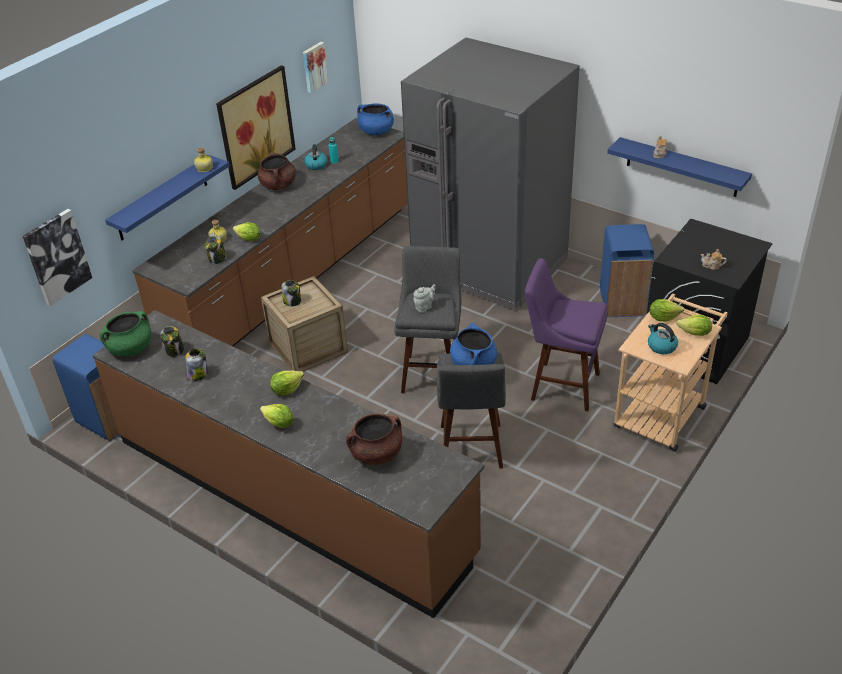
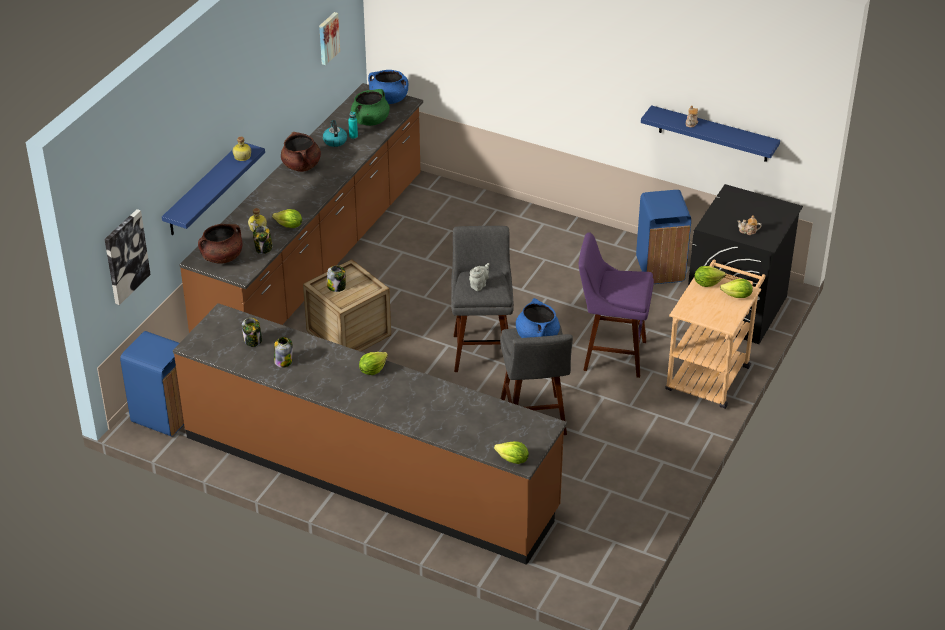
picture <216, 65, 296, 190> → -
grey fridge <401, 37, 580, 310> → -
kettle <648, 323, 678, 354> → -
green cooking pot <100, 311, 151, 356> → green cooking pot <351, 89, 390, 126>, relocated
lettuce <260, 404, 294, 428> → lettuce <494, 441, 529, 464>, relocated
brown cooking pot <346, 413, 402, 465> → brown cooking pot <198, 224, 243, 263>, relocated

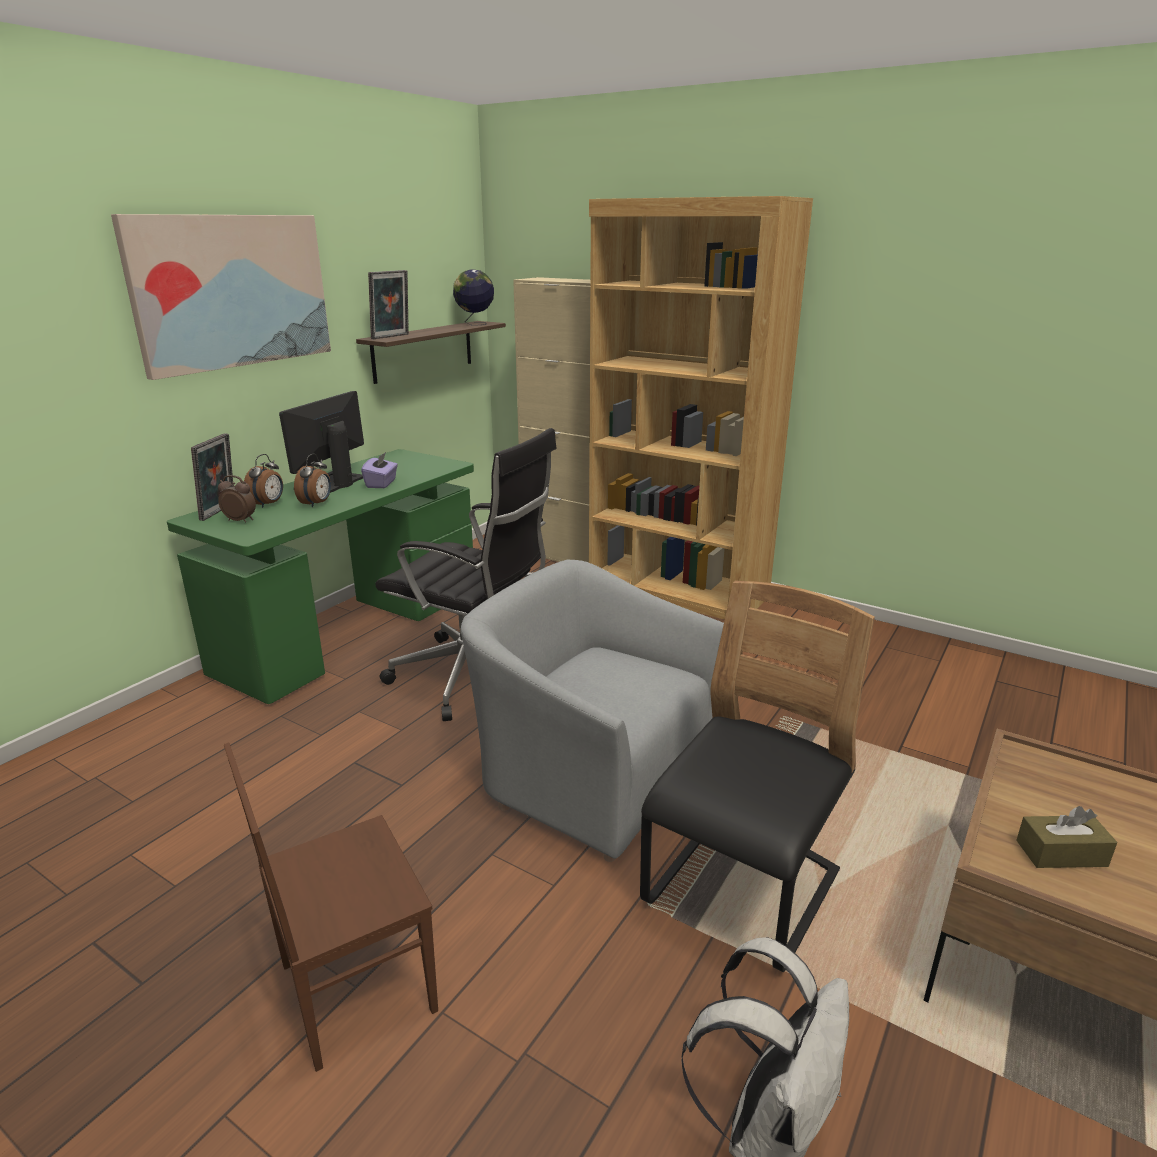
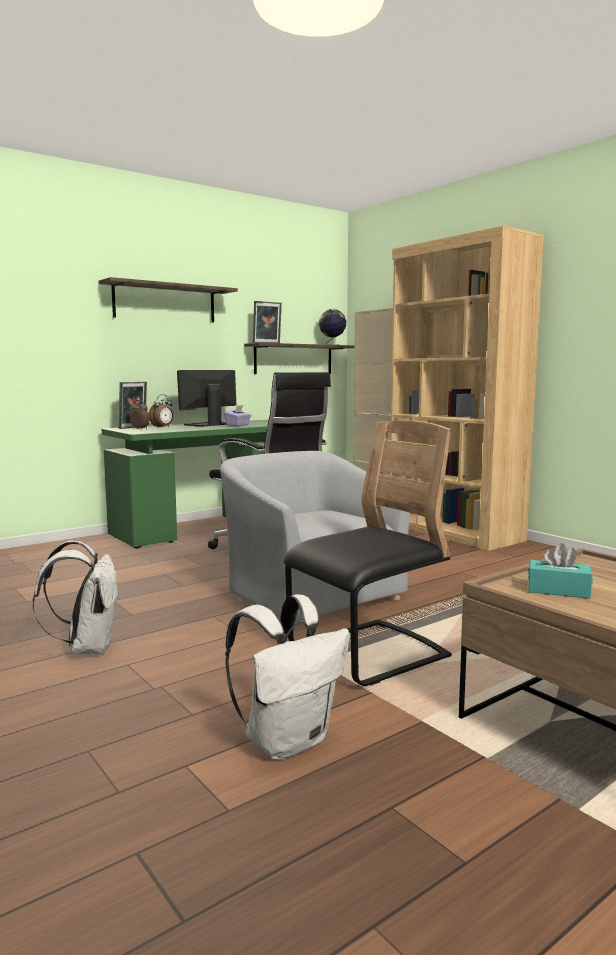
alarm clock <294, 454, 331, 507> → -
picture <111, 214, 331, 380> → shelf <98, 277, 238, 322>
brown chair <224, 743, 438, 1072> → white backpack <32, 541, 120, 654>
brown tissue box <1016, 806, 1117, 868> → turquoise tissue box <528, 543, 593, 598>

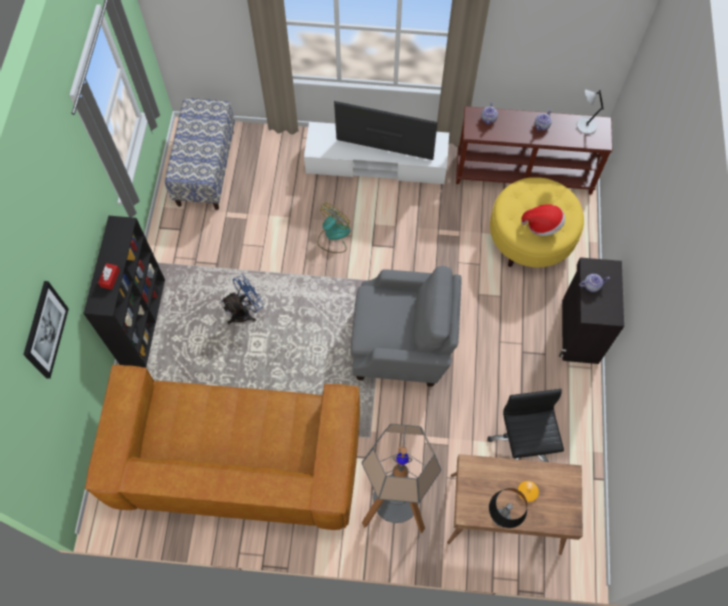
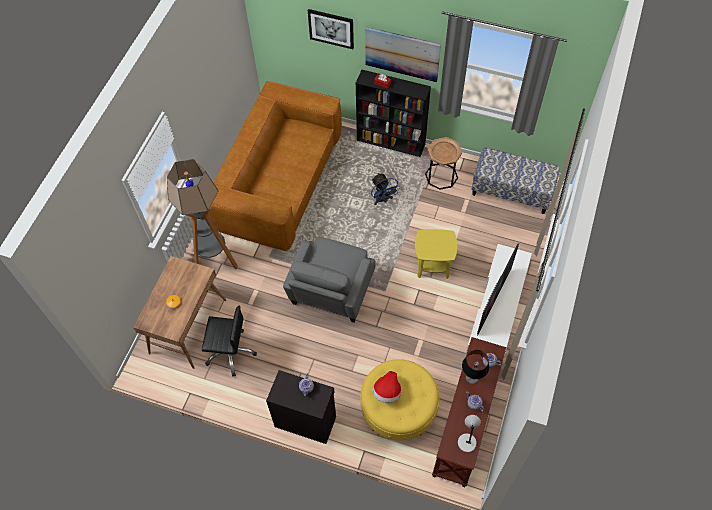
- → picture <365, 27, 441, 82>
- → brown side table <425, 137, 462, 190>
table lamp <489, 488, 527, 528> → table lamp <462, 350, 489, 384>, relocated
fan <317, 203, 351, 253> → yellow side table <415, 229, 457, 279>

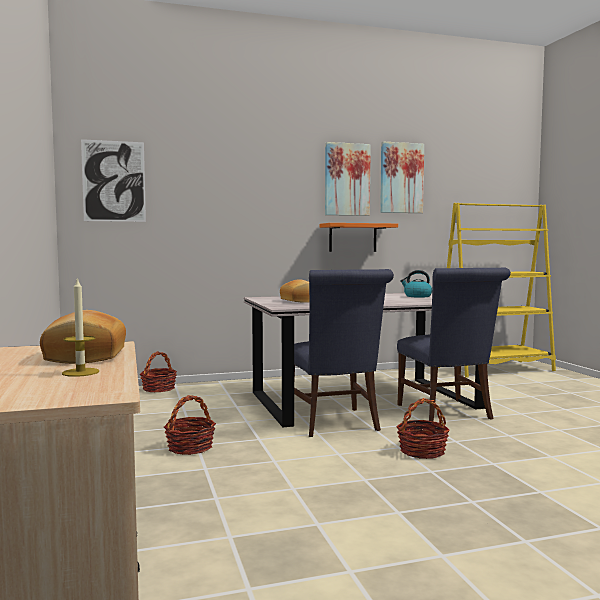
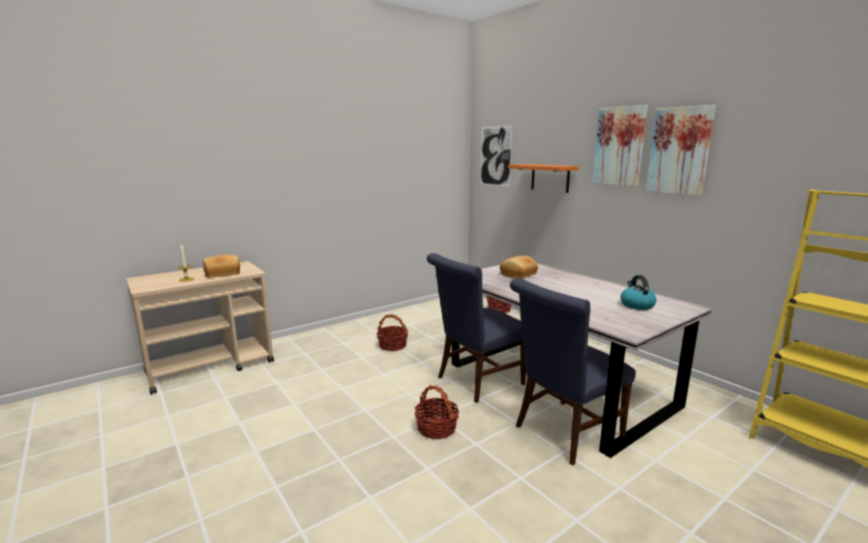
orange shelf <320, 223, 398, 252> → orange shelf <508, 164, 579, 193>, relocated
picture <380, 141, 424, 213> → picture <592, 105, 648, 187>, relocated

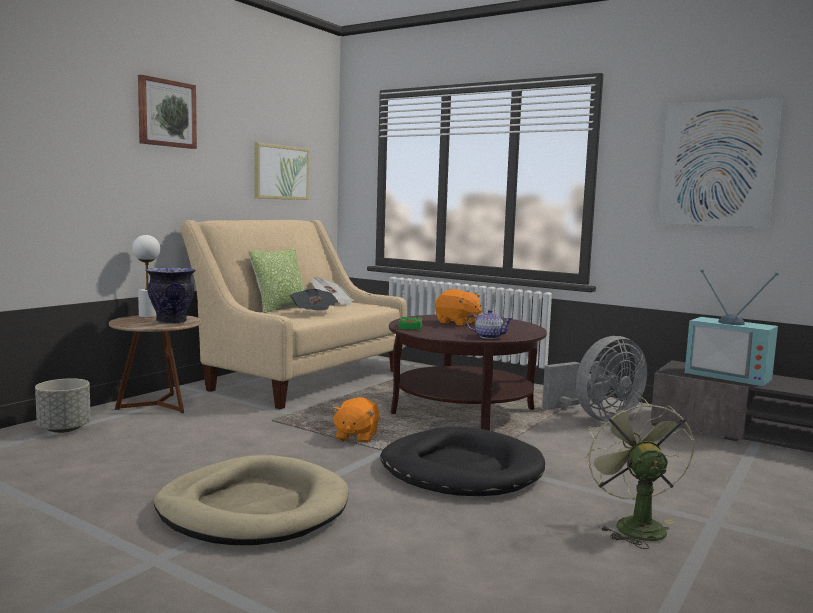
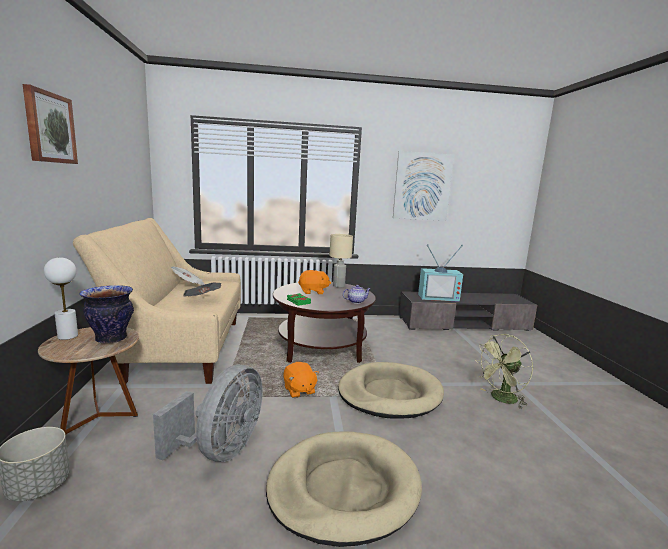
pillow <248, 248, 305, 313> → -
picture <254, 142, 309, 200> → -
- → beige table lamp <329, 234, 353, 288>
grey fan <542, 336, 647, 422> → grey fan <153, 365, 263, 462>, relocated
black dog bed <380, 427, 545, 496> → beige dog bed <338, 362, 444, 419>
green fan <585, 397, 694, 549> → green fan <476, 334, 533, 409>, 75 degrees counterclockwise

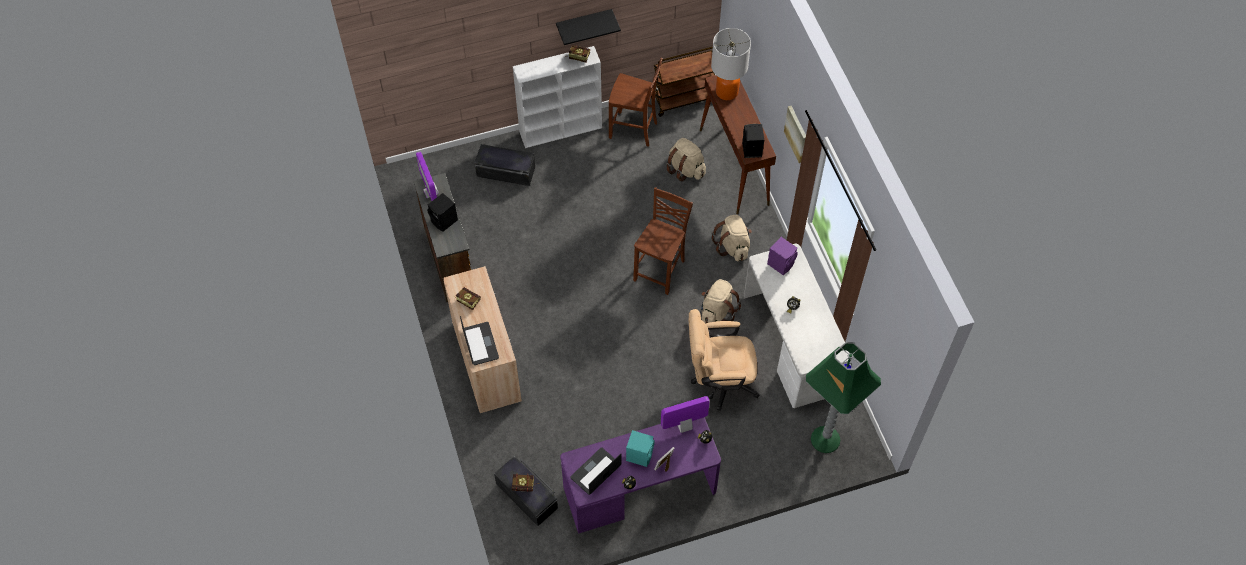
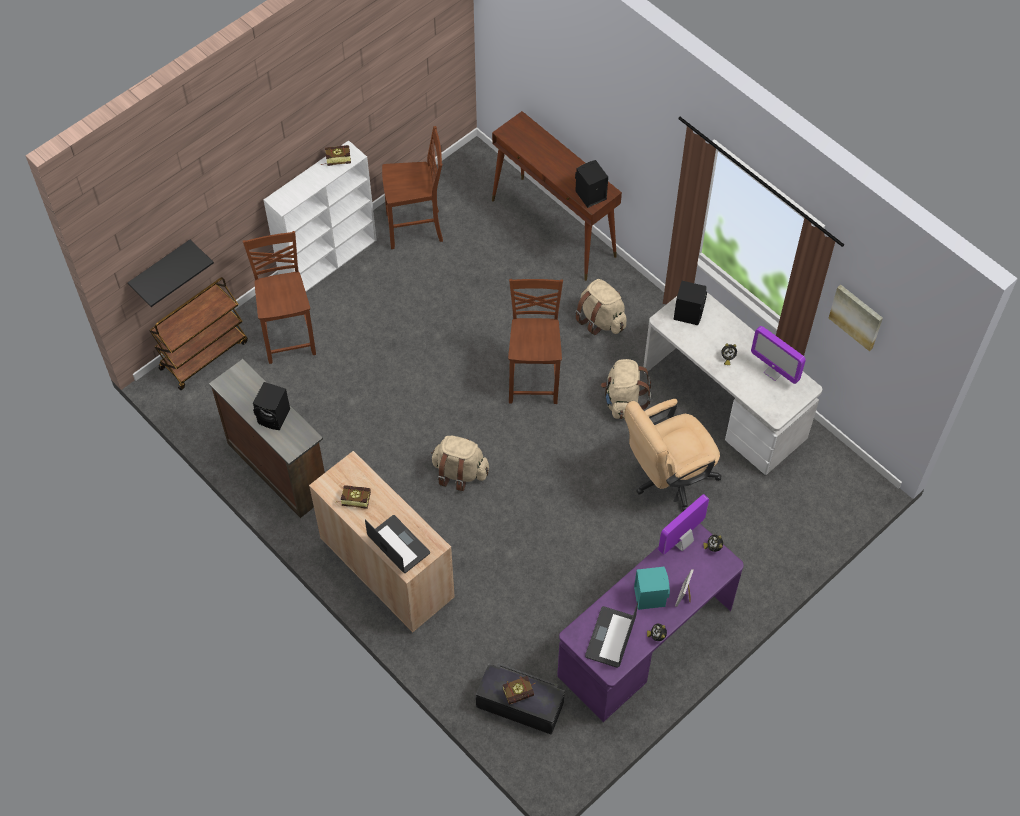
table lamp <711, 28, 751, 100> → -
green floor lamp <806, 342, 881, 453> → -
monitor <416, 151, 439, 201> → monitor <751, 326, 806, 384>, relocated
black shelf <556, 9, 621, 45> → black shelf <128, 240, 214, 307>, relocated
brown cart <651, 47, 715, 117> → brown cart <149, 277, 248, 390>, relocated
beige backpack <666, 138, 706, 182> → beige backpack <431, 436, 489, 491>, relocated
picture <784, 106, 806, 163> → picture <829, 285, 883, 351>, relocated
black storage box <475, 144, 535, 186> → brown chair <243, 231, 316, 364>
purple speaker <767, 237, 798, 275> → black speaker <673, 281, 707, 325>

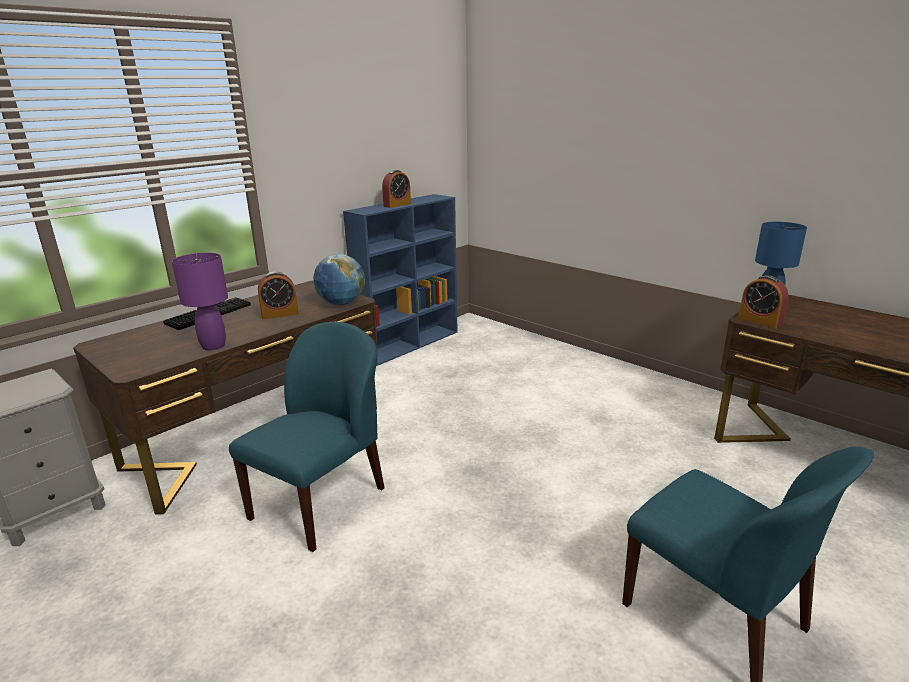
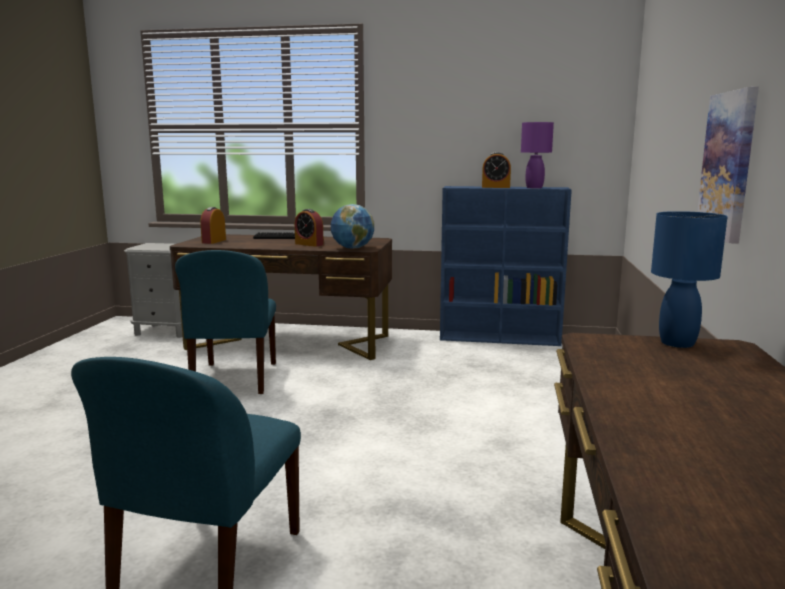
- → picture <697, 87, 759, 244>
purple table lamp <172, 253, 228, 350> → purple table lamp <521, 122, 554, 188>, relocated
alarm clock <739, 275, 789, 328> → alarm clock <200, 207, 226, 244>, relocated
blue chair <229, 322, 384, 552> → blue chair <175, 250, 276, 394>, 90 degrees clockwise

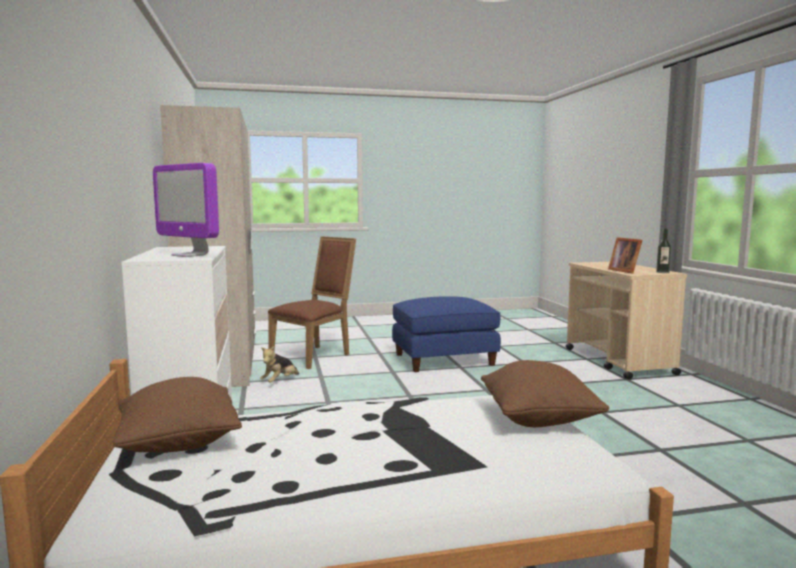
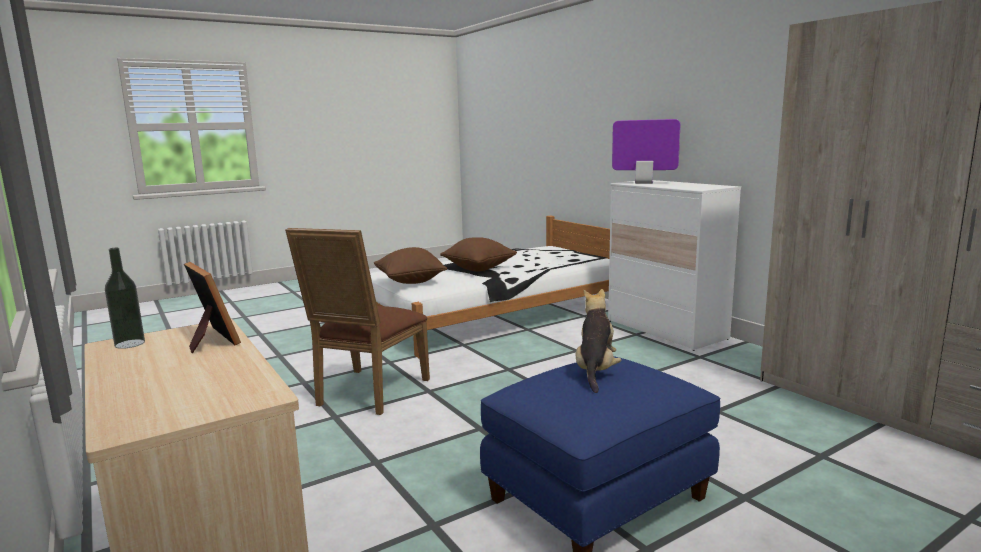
brown pillow <112, 377, 242, 453> → brown pillow <440, 237, 517, 272>, relocated
plush toy <260, 346, 299, 383> → plush toy <576, 289, 621, 393>, relocated
brown chair <268, 236, 356, 369> → brown chair <285, 228, 430, 415>, relocated

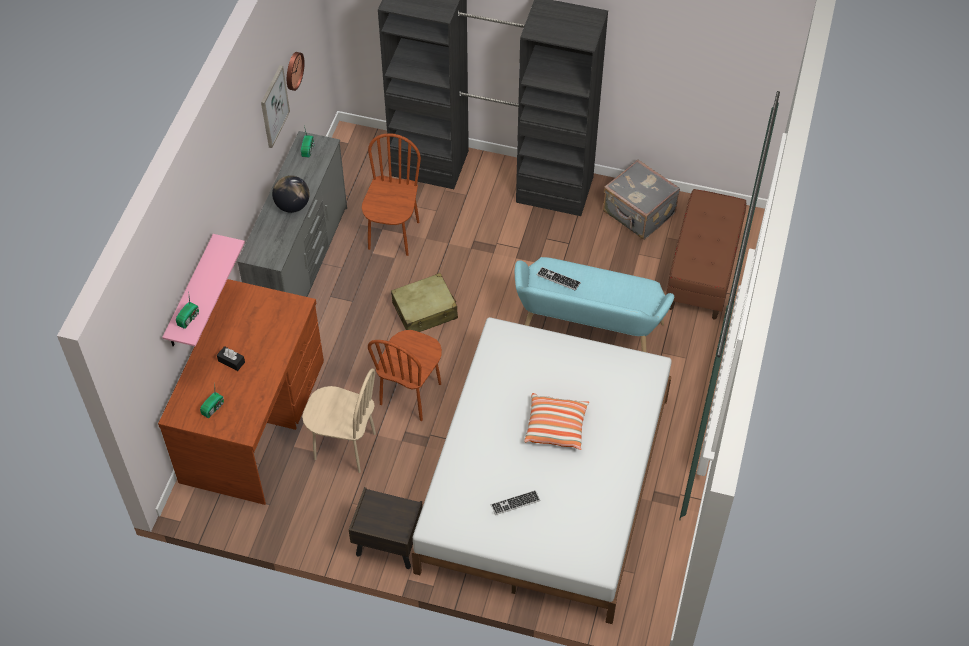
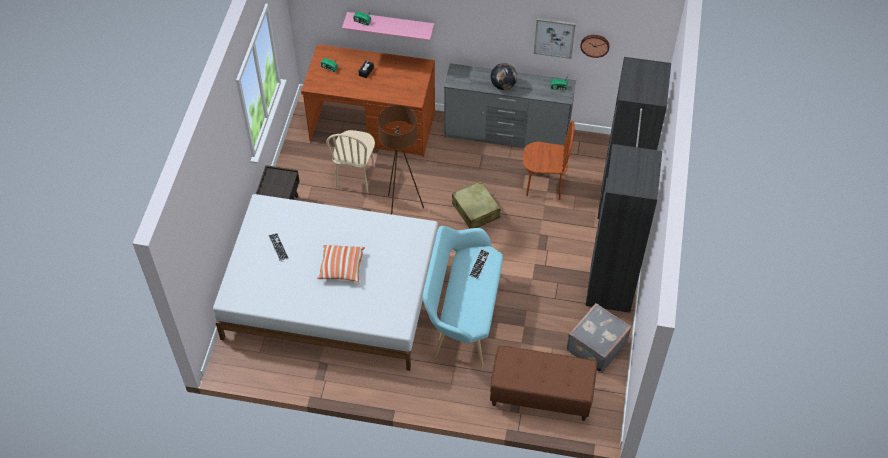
brown chair <368, 330, 442, 421> → brown floor lamp <377, 105, 424, 214>

